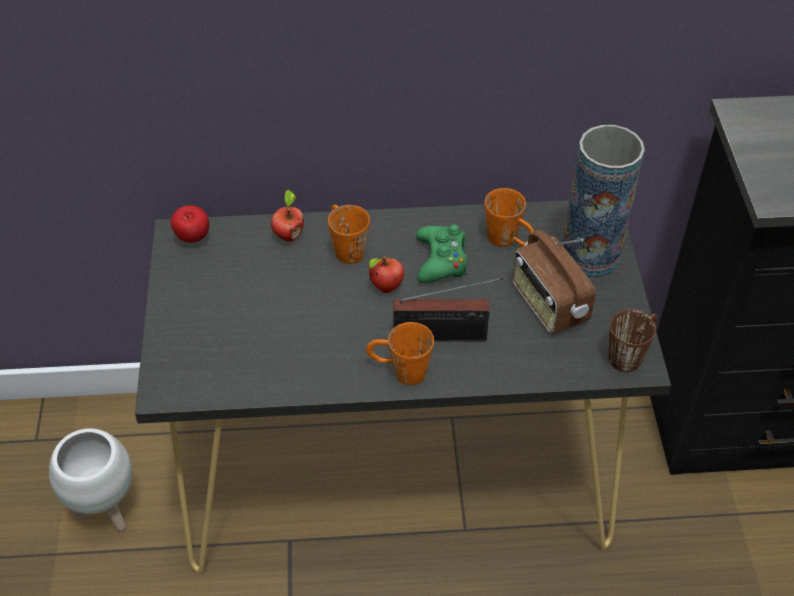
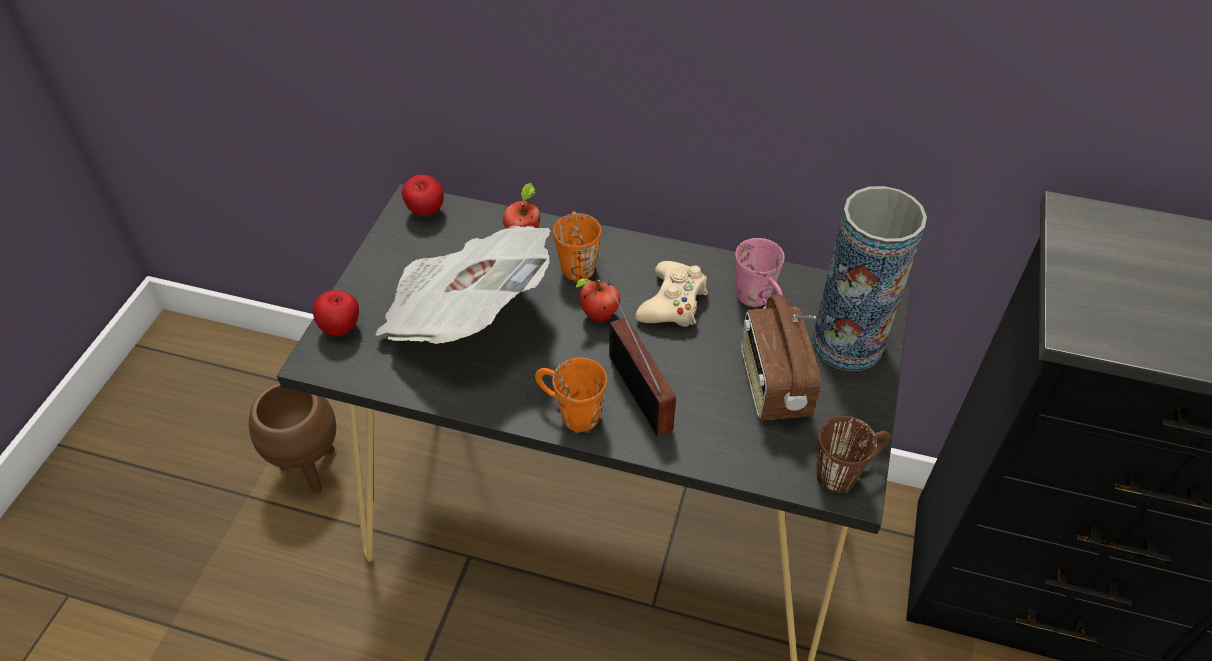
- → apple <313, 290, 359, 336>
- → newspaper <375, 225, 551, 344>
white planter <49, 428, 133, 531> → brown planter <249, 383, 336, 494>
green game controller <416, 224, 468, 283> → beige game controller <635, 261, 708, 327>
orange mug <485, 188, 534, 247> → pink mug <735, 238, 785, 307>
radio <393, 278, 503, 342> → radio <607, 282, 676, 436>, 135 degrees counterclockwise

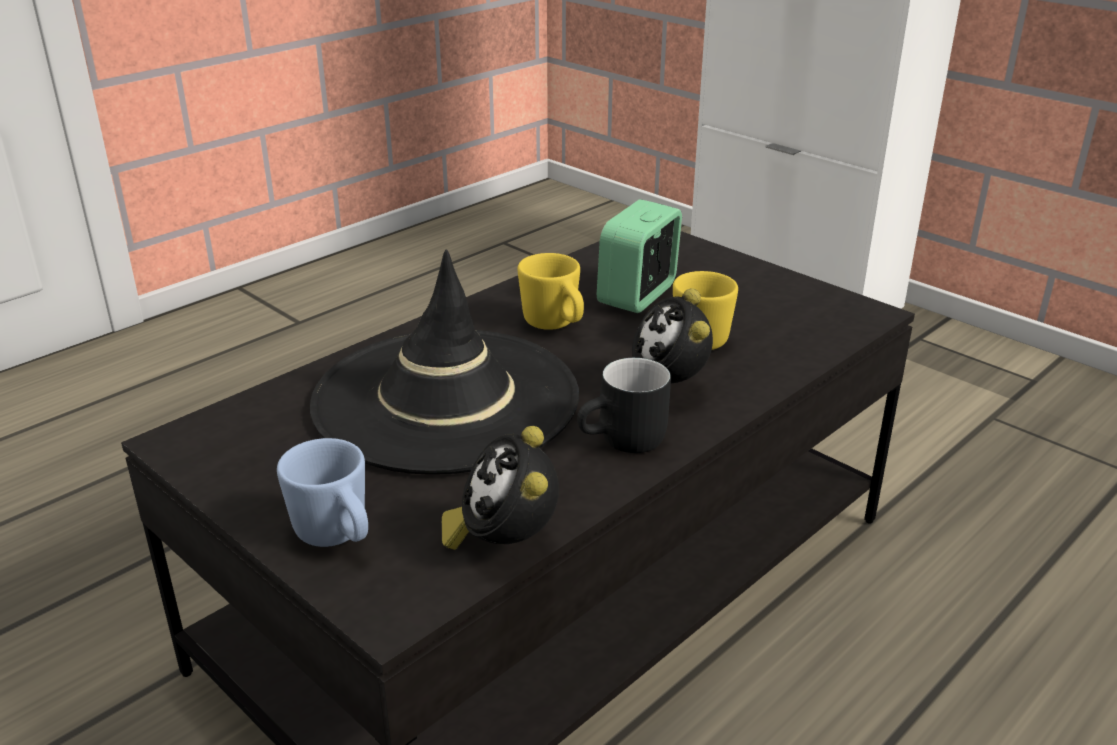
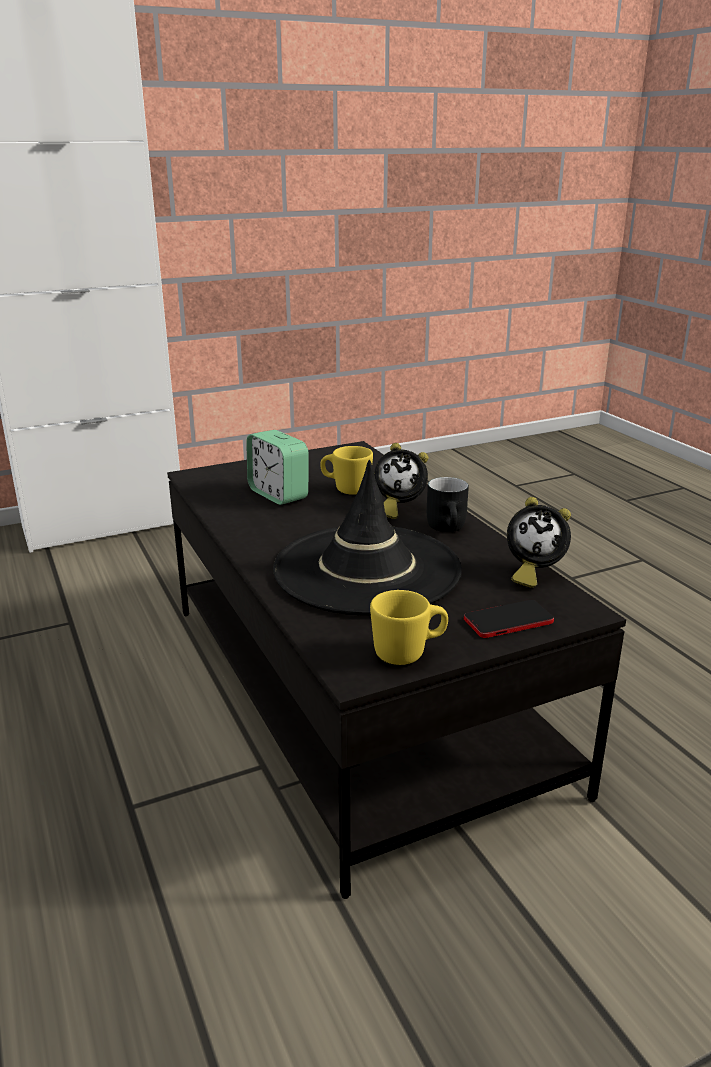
yellow mug <518, 253, 584, 330> → yellow mug <370, 590, 448, 665>, relocated
blue mug <277, 438, 368, 547> → phone <464, 600, 554, 638>

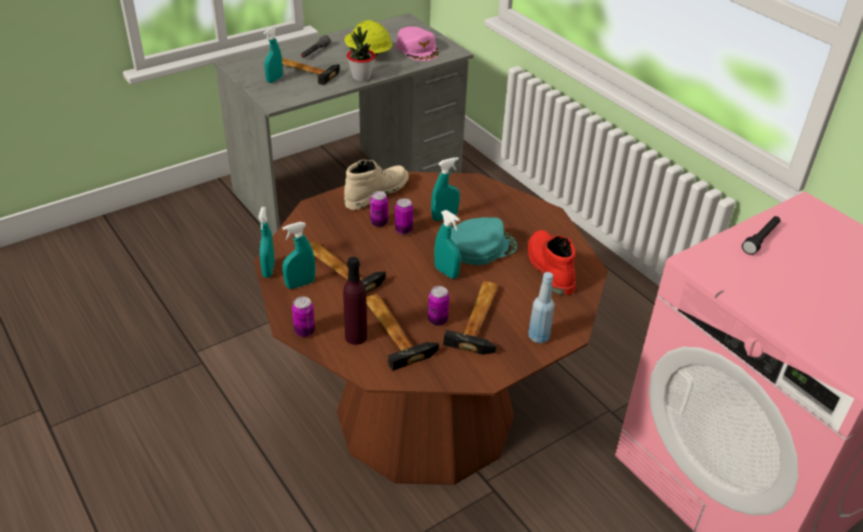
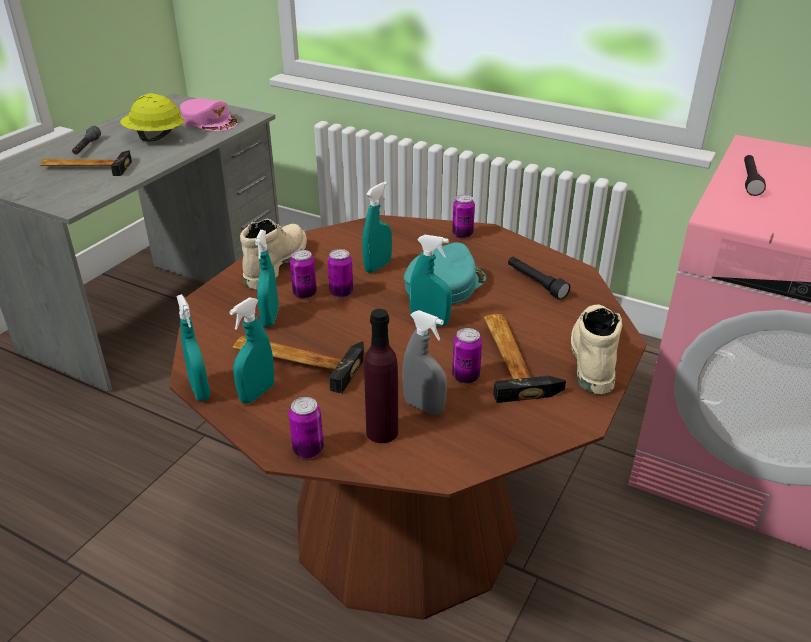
potted plant <347, 26, 375, 82> → -
- → can <452, 195, 475, 238>
turquoise spray bottle <264, 27, 283, 83> → turquoise spray bottle <255, 230, 279, 327>, relocated
hammer <366, 294, 439, 371> → grey spray bottle <402, 310, 447, 415>
red boot <528, 230, 576, 295> → black flashlight <508, 257, 570, 300>
blue bottle <528, 272, 555, 343> → beige boot <571, 304, 622, 394>

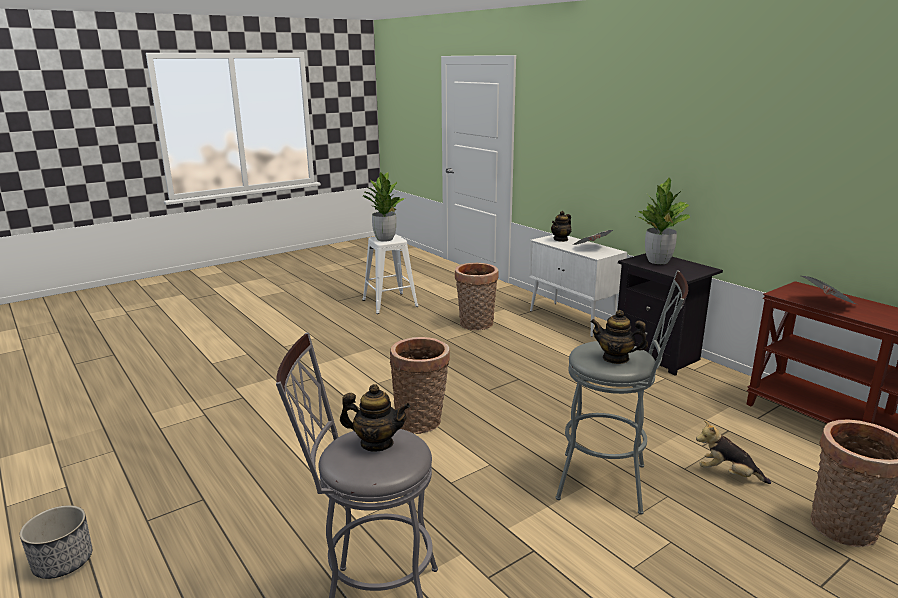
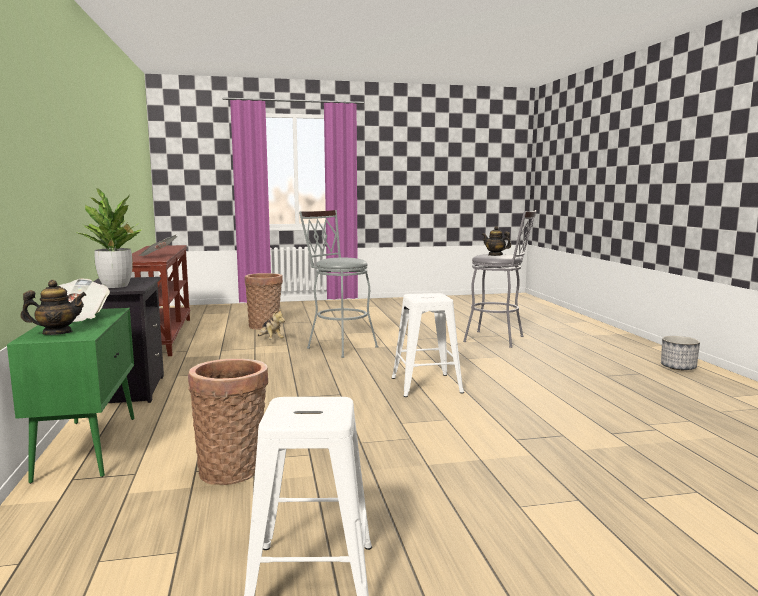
potted plant <363, 172, 405, 242> → -
teapot <590, 310, 648, 364> → -
basket <390, 337, 451, 434> → white stool <392, 293, 464, 397>
white cabinet <529, 235, 627, 337> → green cabinet <7, 308, 135, 484>

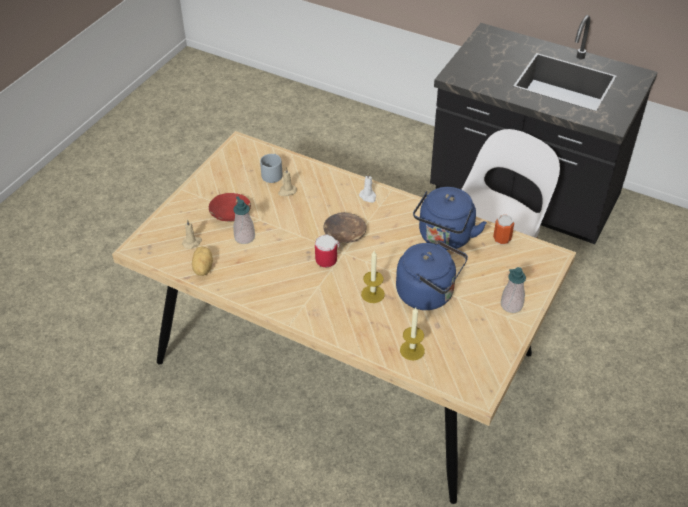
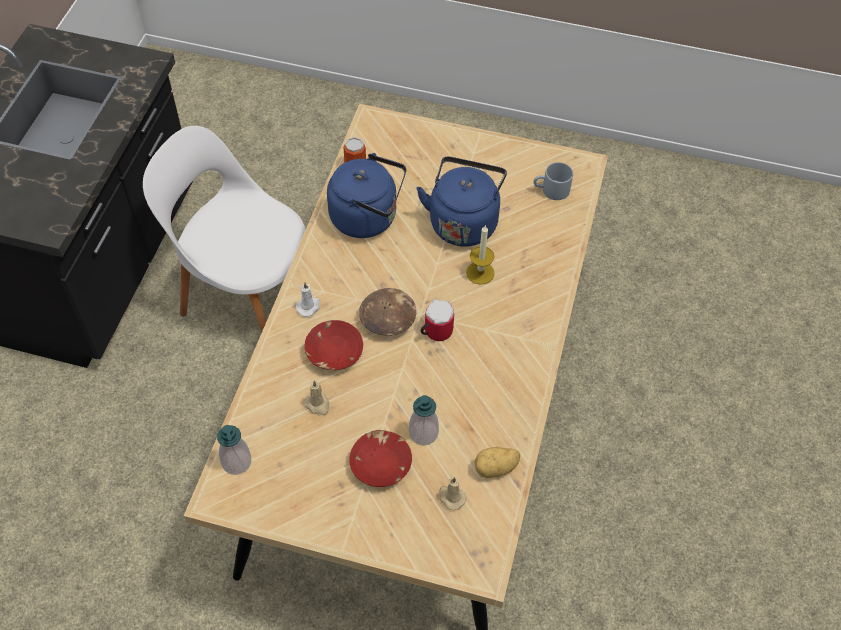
candle <400, 307, 425, 360> → -
- → red bowl <304, 320, 363, 370>
grey mug <260, 154, 283, 183> → grey mug <533, 162, 573, 200>, relocated
soap dispenser <501, 267, 526, 313> → soap dispenser <217, 425, 251, 475>, relocated

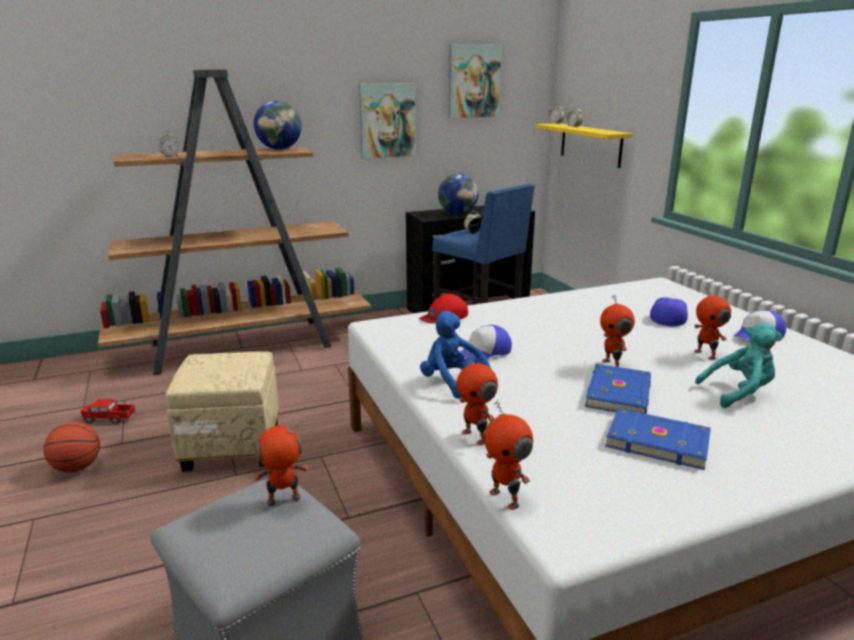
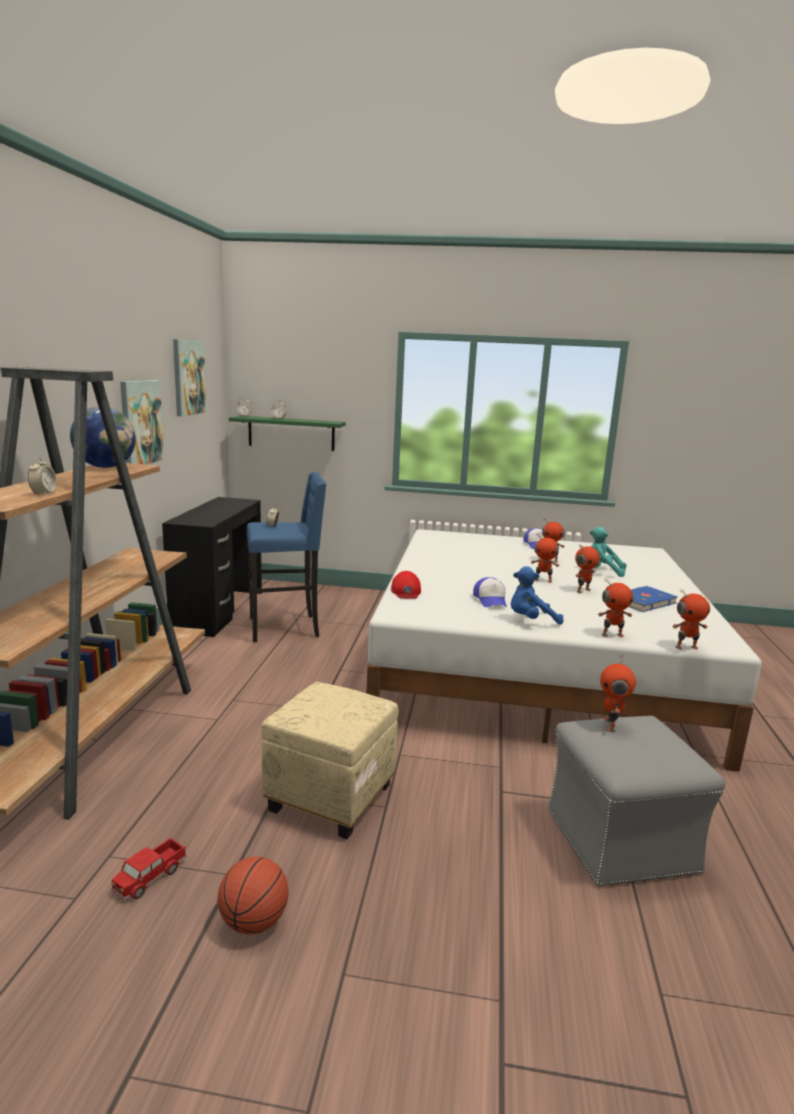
globe <438, 174, 479, 215> → -
cap <650, 294, 688, 326> → -
blue book <585, 364, 651, 414> → toy robot <575, 544, 600, 593>
yellow shelf <535, 123, 633, 168> → green shelf <229, 416, 346, 451>
turquoise plush toy <695, 323, 783, 408> → turquoise plush toy <590, 527, 626, 577>, 90 degrees counterclockwise

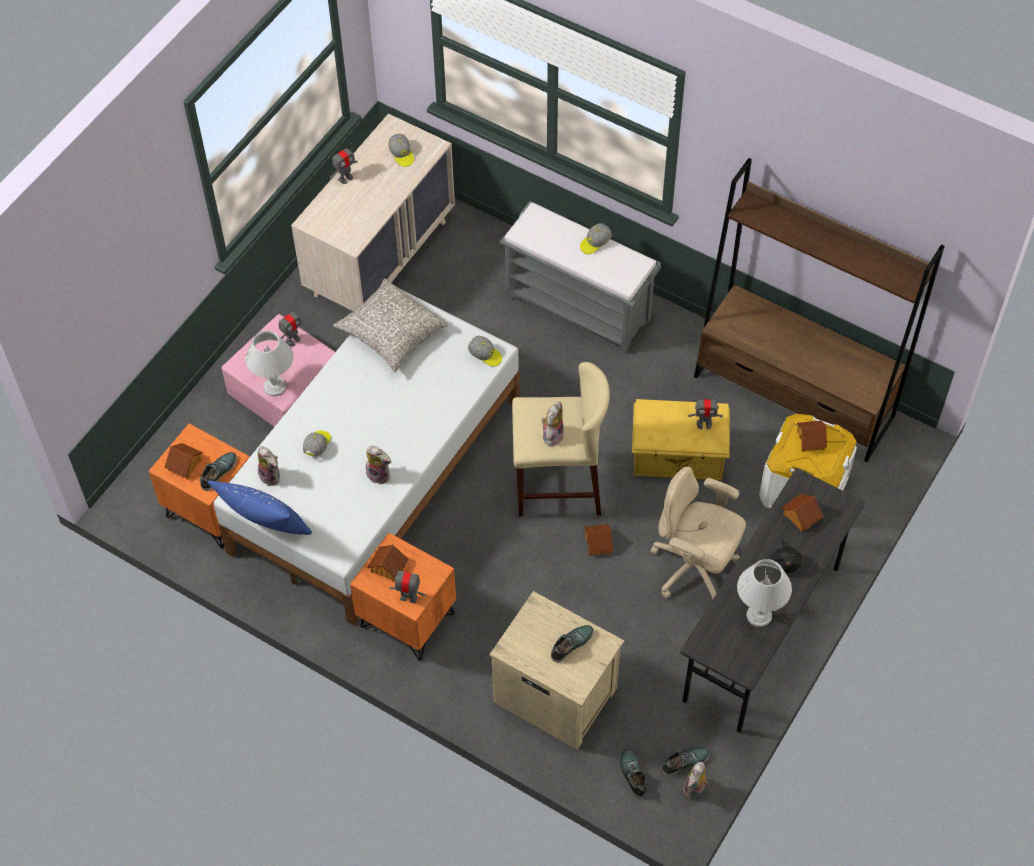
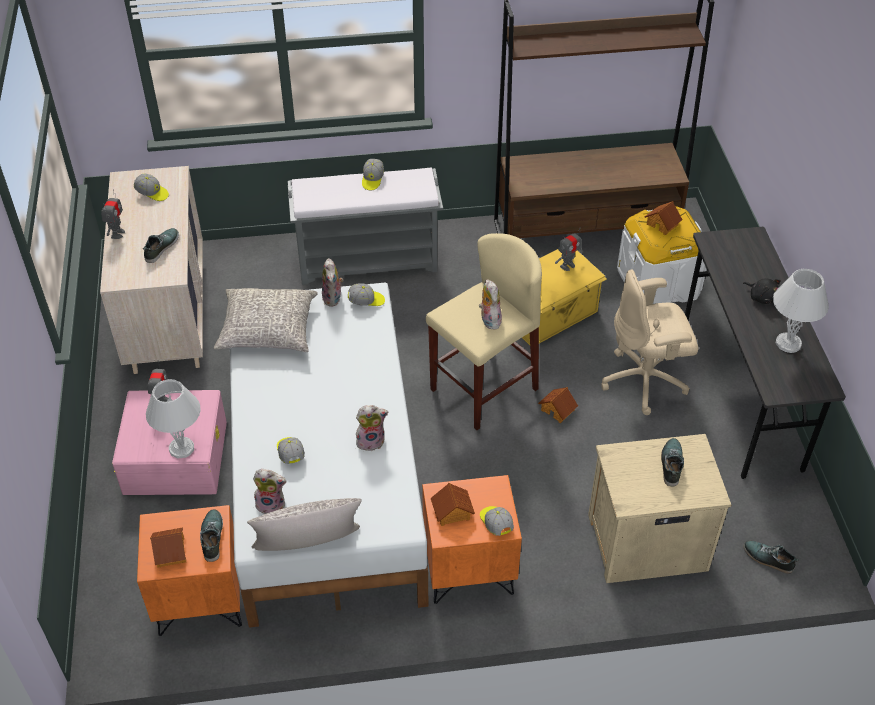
toy house <781, 494, 824, 532> → -
shoe <662, 747, 710, 776> → shoe <143, 228, 179, 263>, relocated
plush toy <683, 762, 709, 799> → plush toy <322, 258, 344, 307>, relocated
toy robot <389, 570, 426, 603> → cap <480, 506, 514, 536>
blue pillow <208, 481, 312, 535> → grey pillow <247, 498, 362, 551>

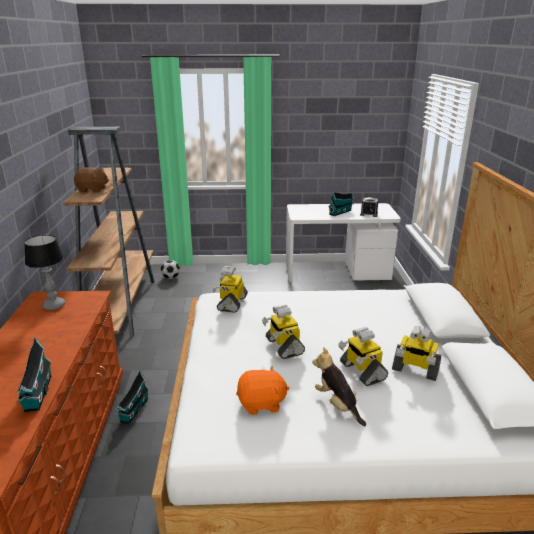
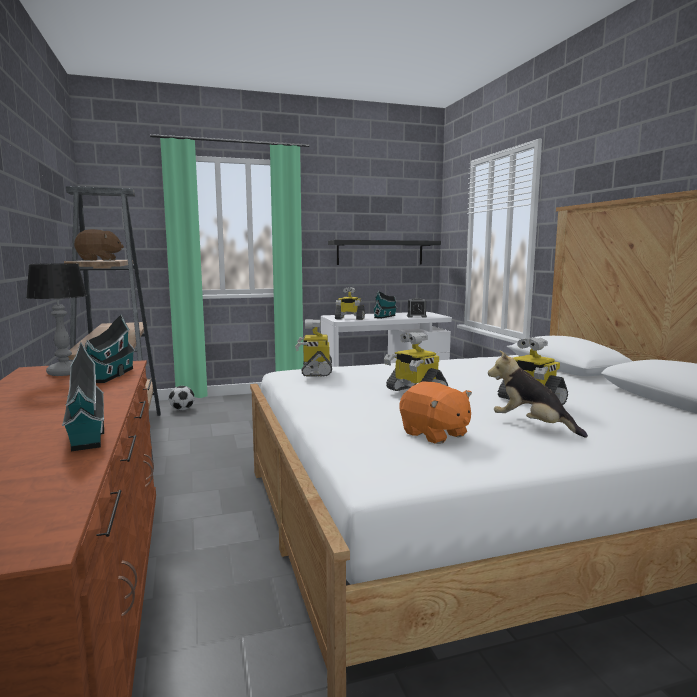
- → black shelf <328, 240, 441, 265>
toy house <116, 370, 149, 424> → toy house <85, 314, 136, 383>, relocated
toy robot <392, 326, 441, 381> → toy robot <335, 287, 365, 320>, relocated
orange plush toy <236, 366, 290, 415> → orange plush toy <399, 381, 472, 444>, 75 degrees clockwise

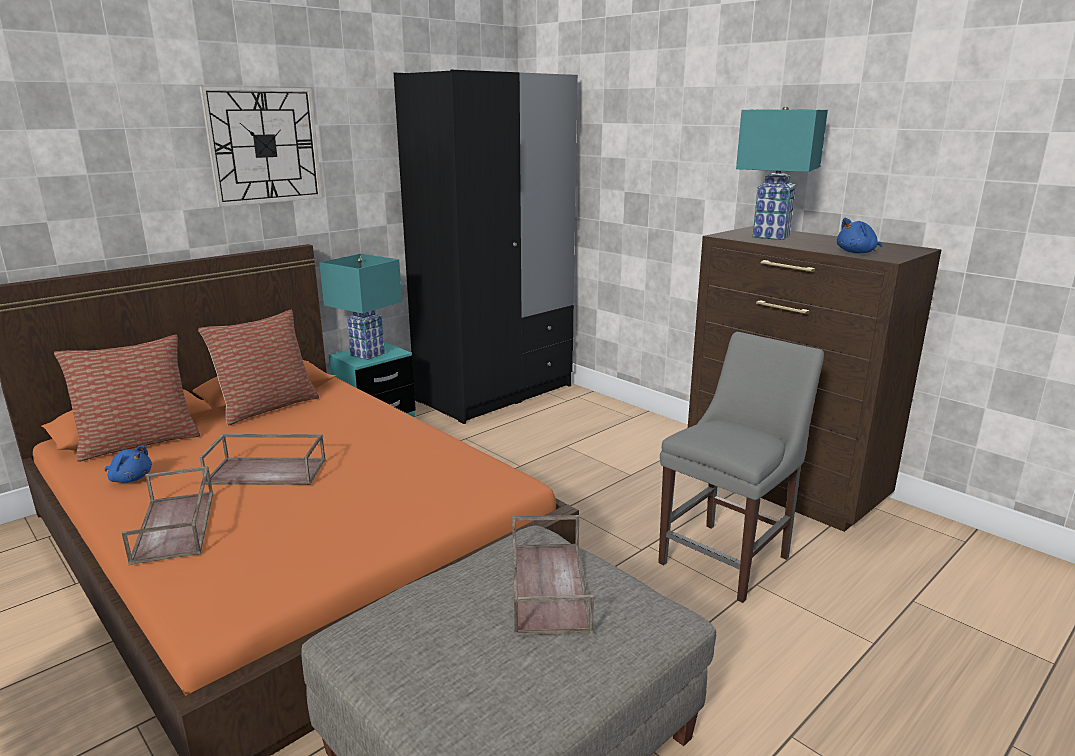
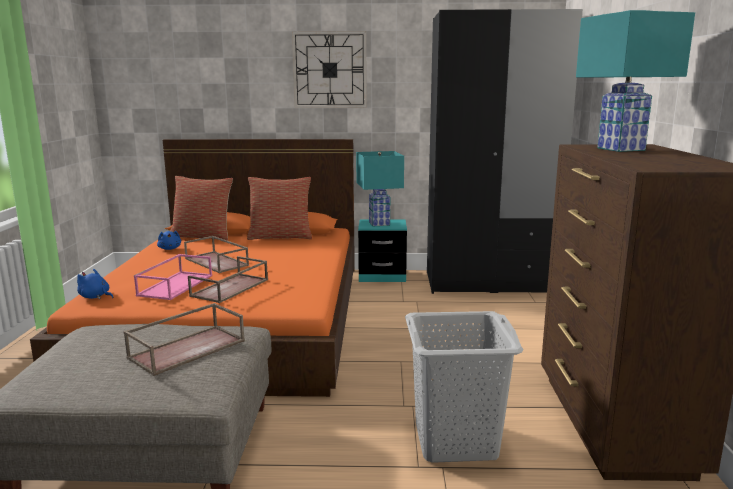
- → pink tray <134, 254, 212, 300>
brown tray <122, 466, 213, 565> → brown tray <188, 256, 268, 303>, relocated
blue plush toy <837, 218, 882, 253> → blue plush toy <77, 269, 113, 299>, relocated
grey chair <658, 332, 824, 603> → grey laundry basket <405, 311, 523, 463>

